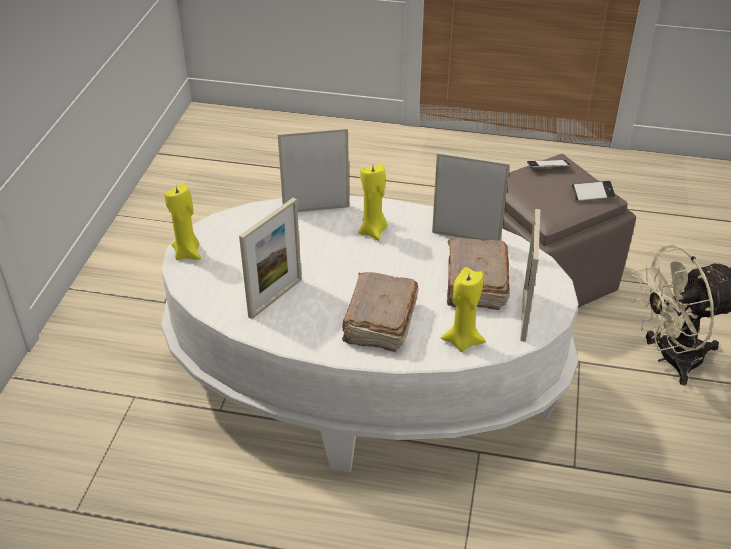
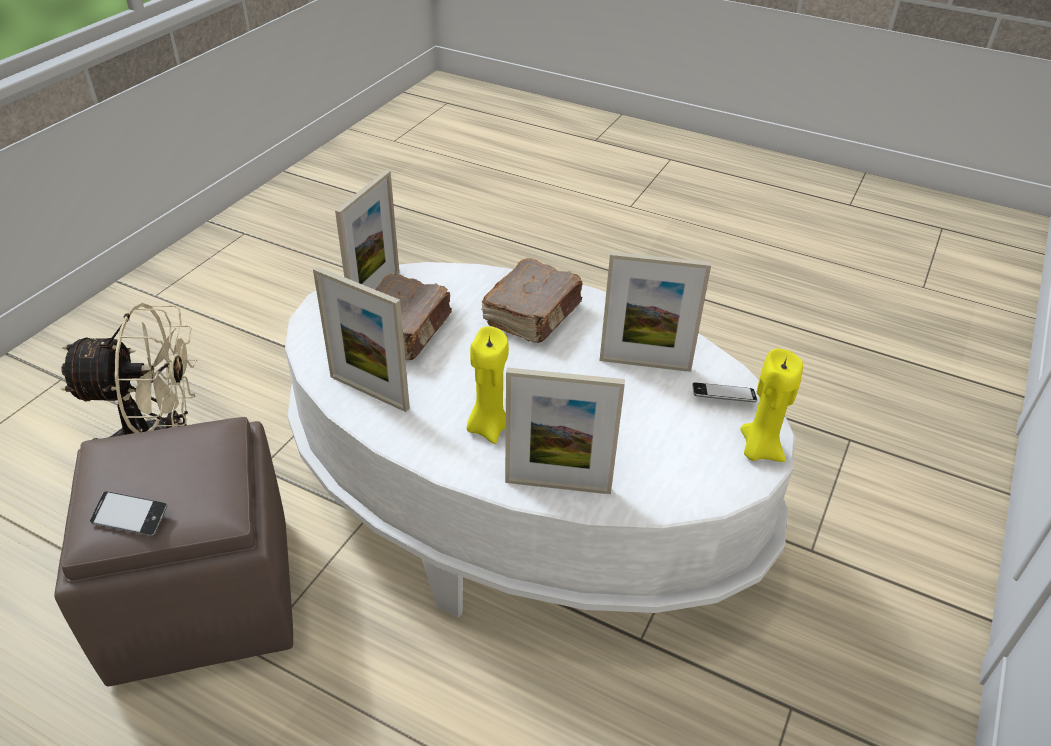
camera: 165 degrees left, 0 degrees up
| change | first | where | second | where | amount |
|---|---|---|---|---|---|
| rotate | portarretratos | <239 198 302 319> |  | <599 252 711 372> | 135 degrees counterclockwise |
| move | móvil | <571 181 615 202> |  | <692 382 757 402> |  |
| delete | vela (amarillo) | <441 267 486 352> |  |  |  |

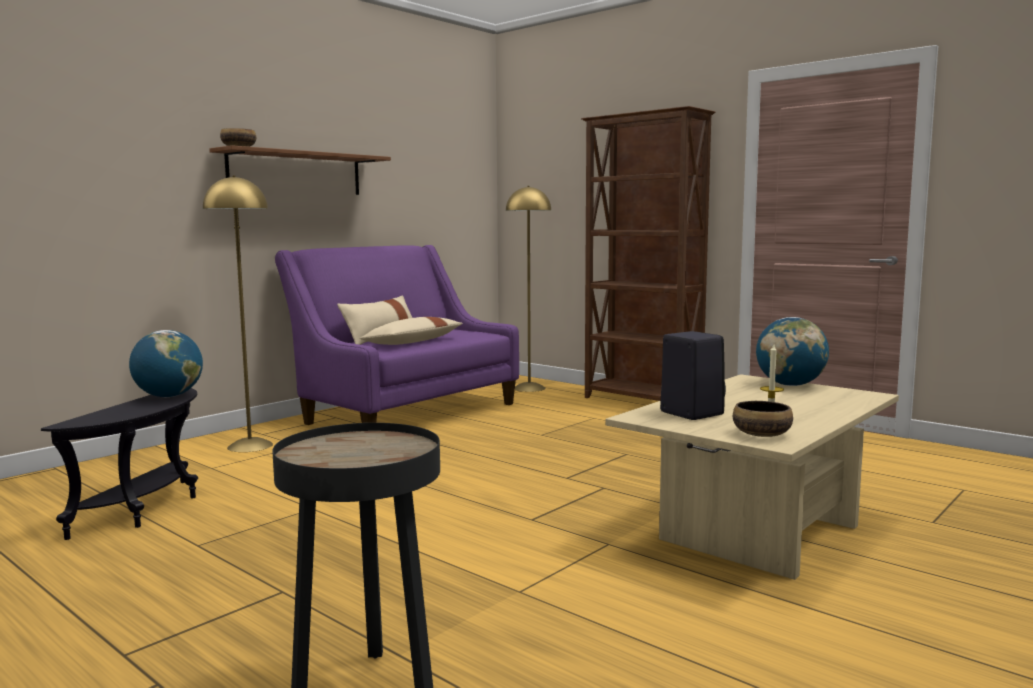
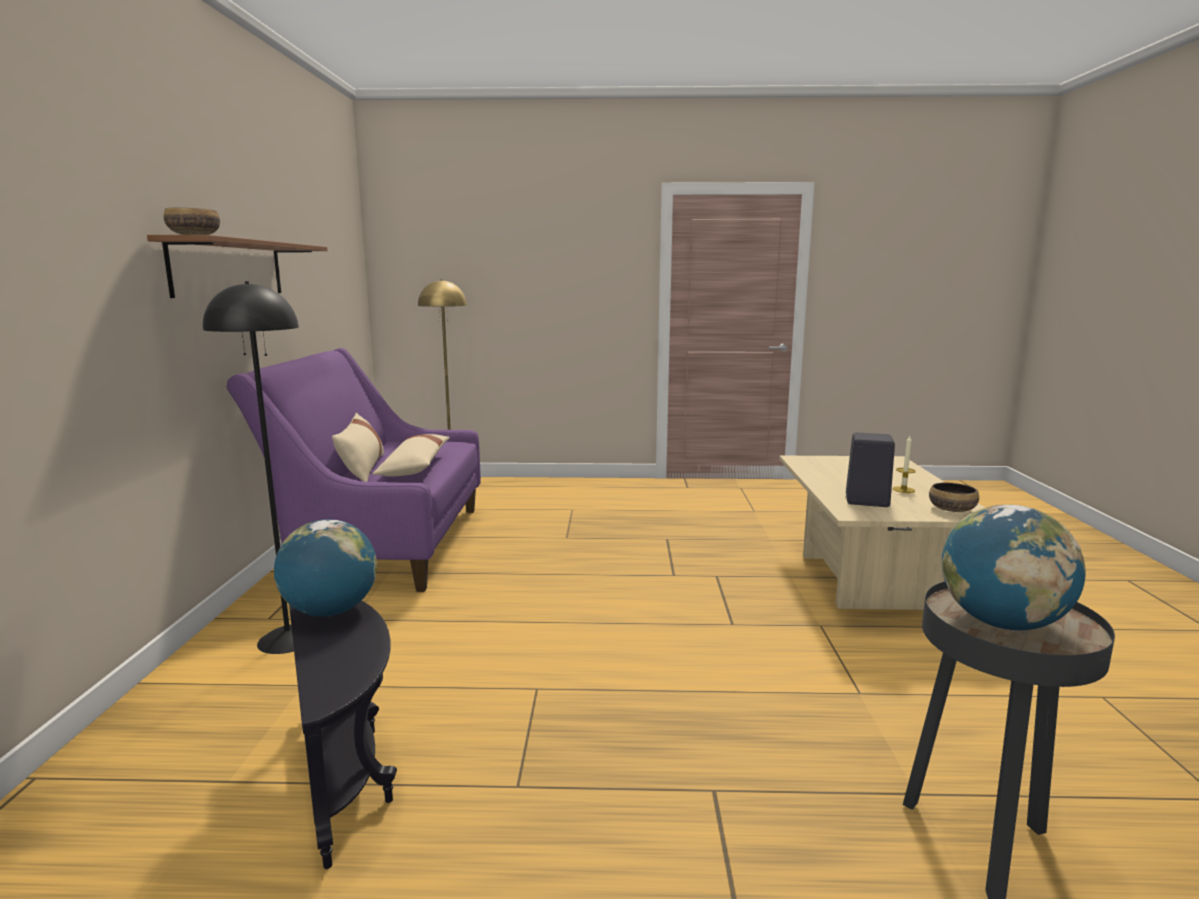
camera: 40 degrees left, 5 degrees up
| change | first | where | second | where | amount |
|---|---|---|---|---|---|
| recolor | lámpara de pie (amarillo) | <203 175 273 452> | lámpara de pie (negro) | <203 281 299 654> |  |
| move | globo terráqueo | <756 317 829 386> |  | <942 505 1086 630> |  |
| delete | estantería (marrón) | <581 106 715 401> |  |  |  |

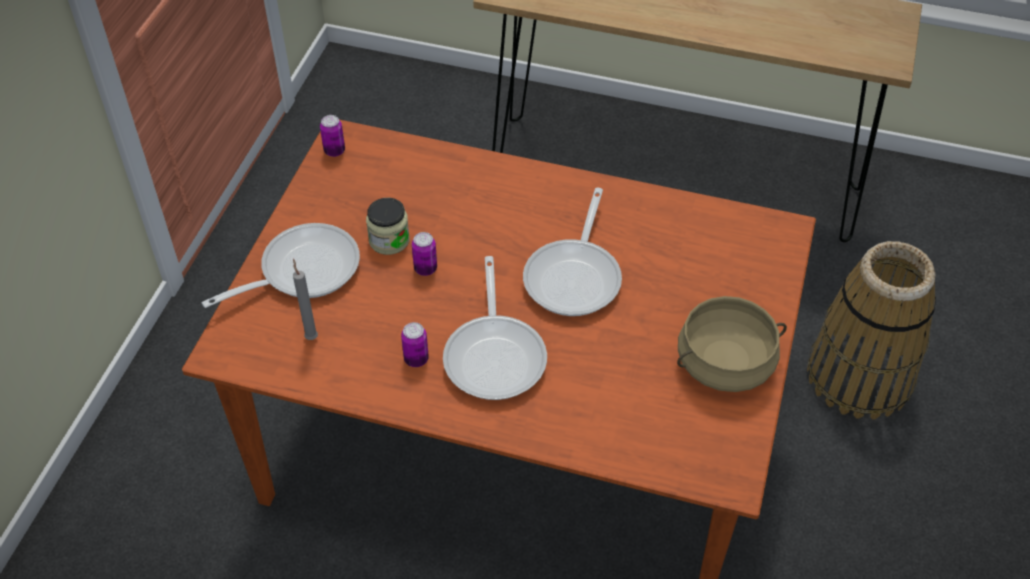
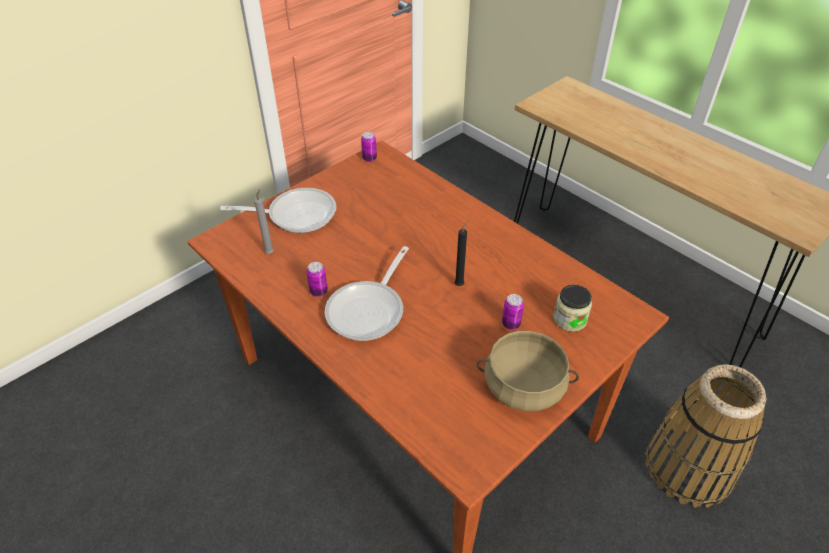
camera: 30 degrees right, 5 degrees down
| change | first | where | second | where | amount |
|---|---|---|---|---|---|
| replace | sartén | <523 188 622 316> | vela (negro) | <454 221 469 286> |  |
| move | lata | <412 232 437 276> |  | <502 294 524 330> |  |
| move | tarro | <366 198 410 255> |  | <553 285 592 332> |  |

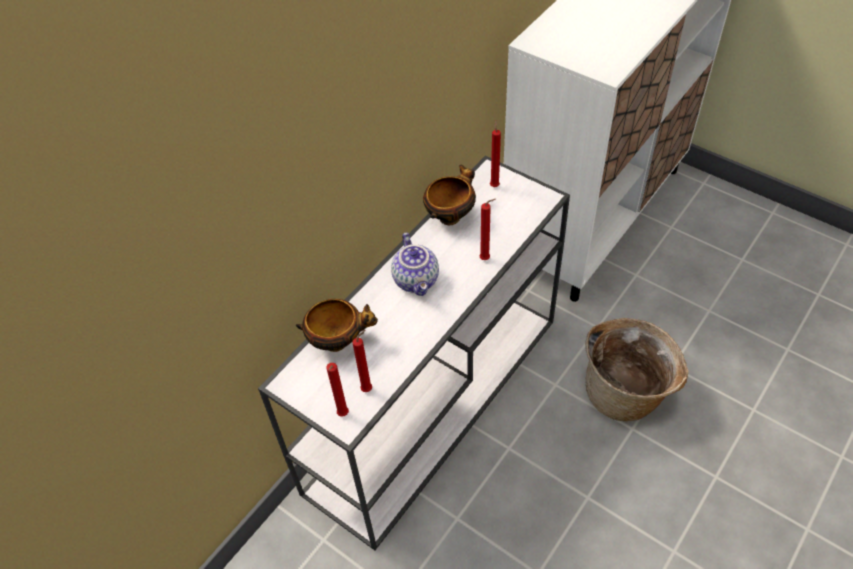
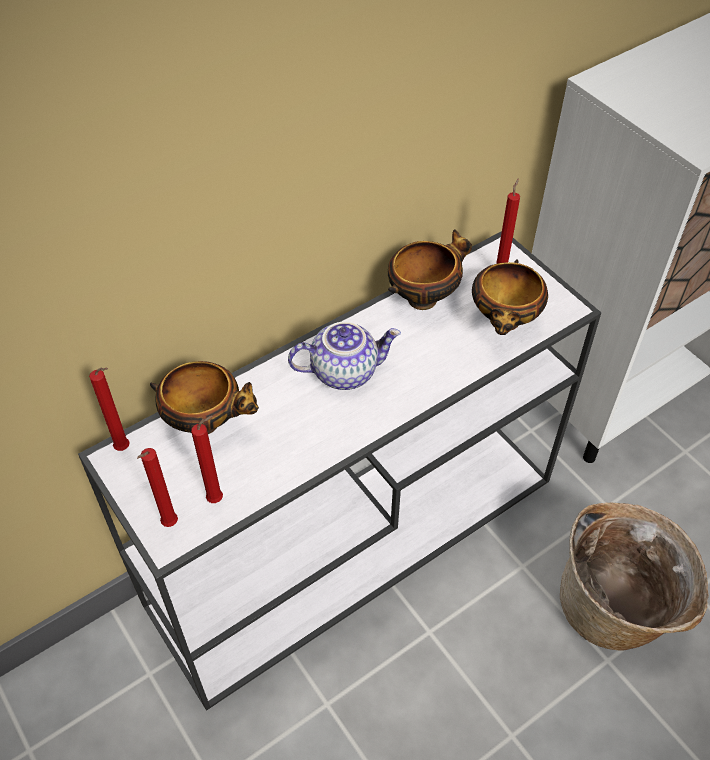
camera: 15 degrees right, 0 degrees up
| change | first | where | second | where | amount |
|---|---|---|---|---|---|
| move | vela (rojo) | <479 199 496 260> |  | <89 368 130 451> |  |
| rotate | tetera | <391 233 439 296> |  | <288 322 401 390> | 105 degrees counterclockwise |
| insert |  |  | cuenco | <472 259 548 335> |  |

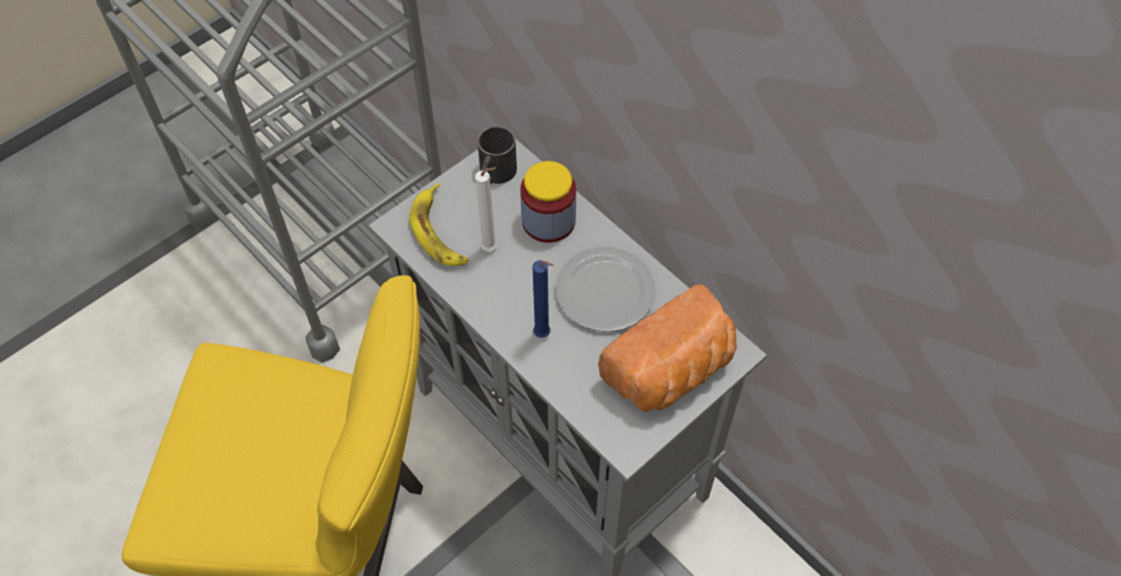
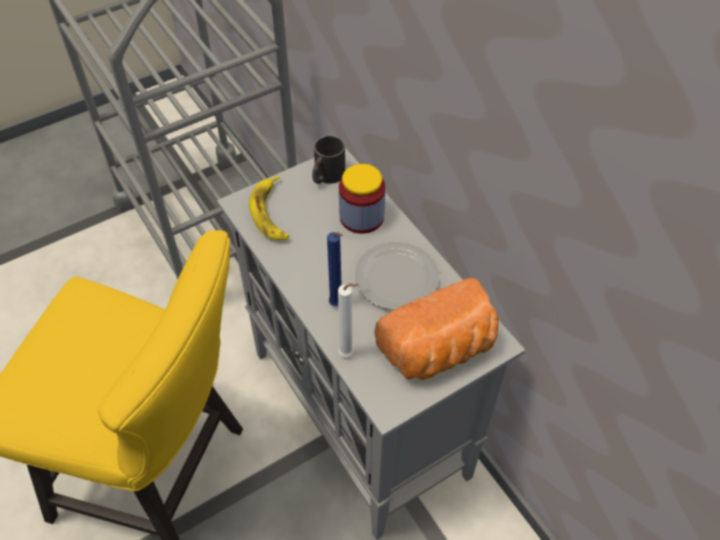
camera: 10 degrees right, 5 degrees down
| change | first | where | second | where | amount |
|---|---|---|---|---|---|
| move | vela (blanco) | <475 167 497 251> |  | <338 283 359 357> |  |

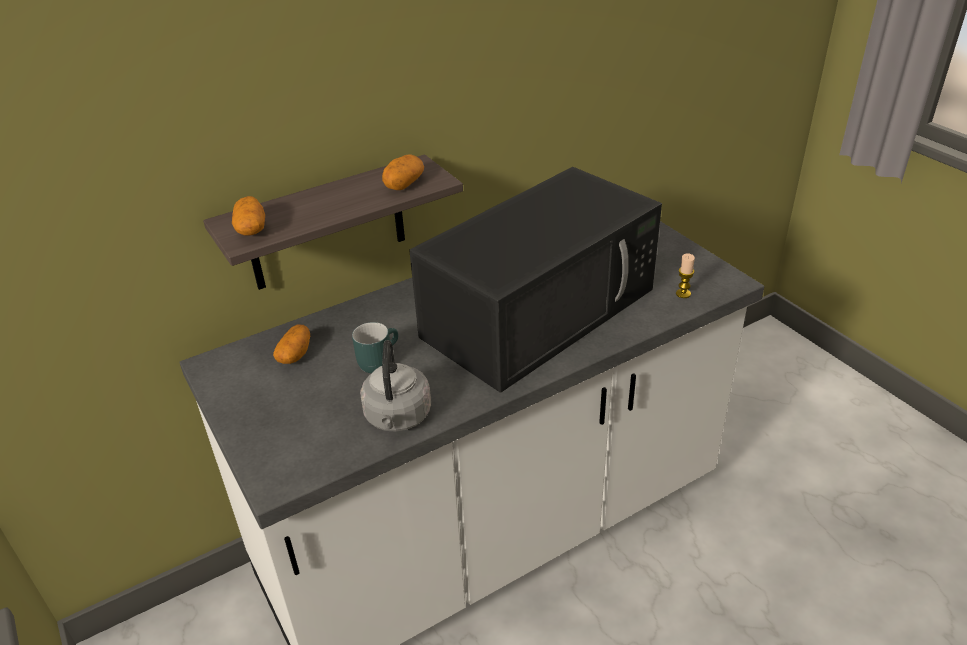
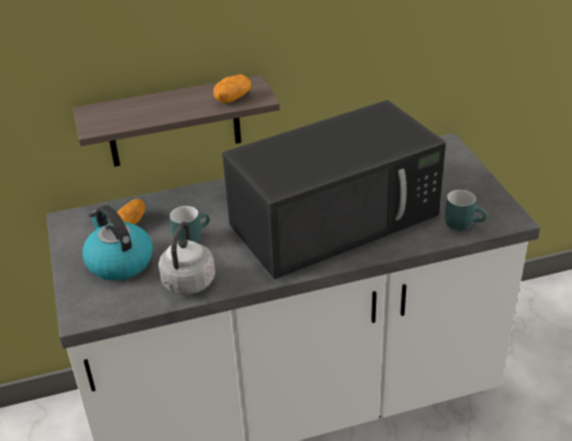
camera: 15 degrees right, 0 degrees up
| change | first | where | second | where | amount |
|---|---|---|---|---|---|
| insert |  |  | hervidor | <82 205 153 281> |  |
| replace | vela | <676 253 695 298> | taza grande (turquesa) | <445 190 487 230> |  |
| delete | patata | <232 196 265 236> |  |  |  |

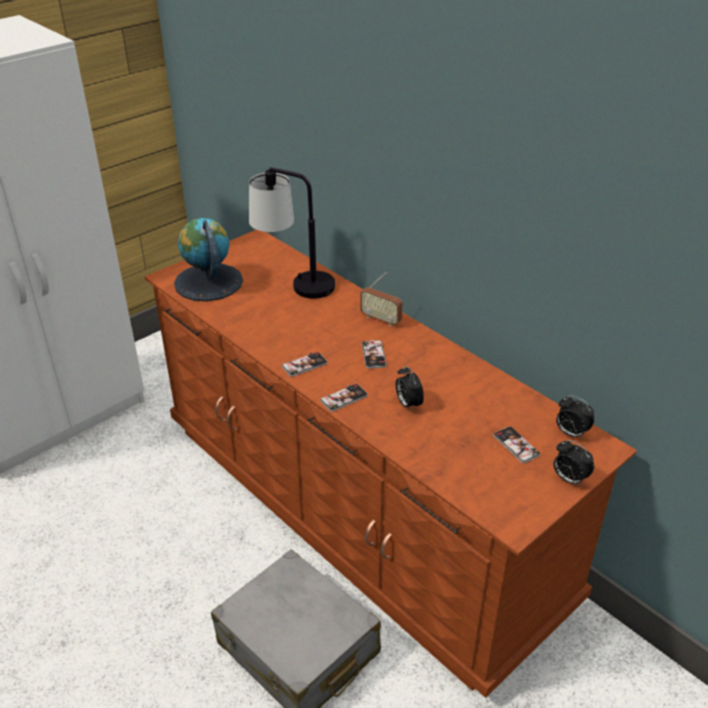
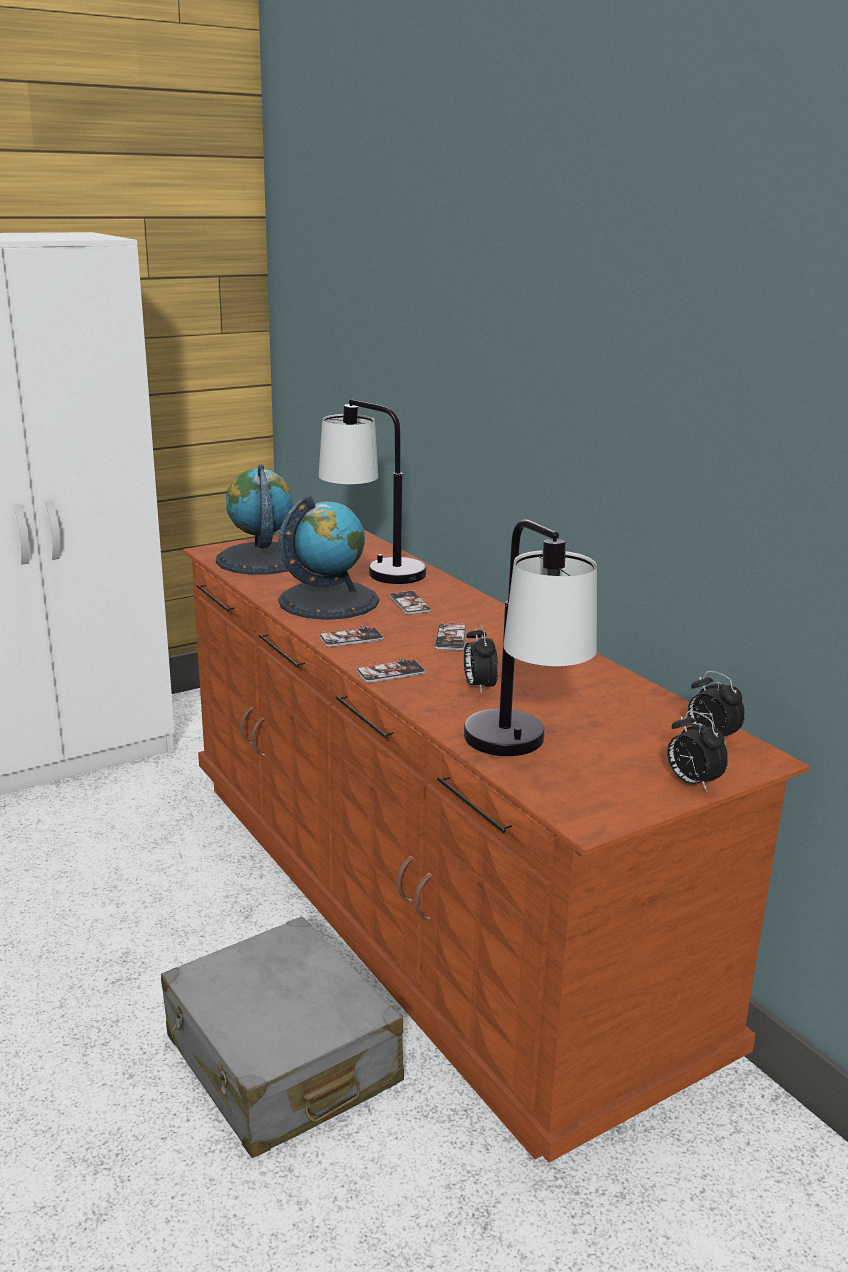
camera: 10 degrees right, 15 degrees down
| change | first | where | second | where | amount |
|---|---|---|---|---|---|
| insert |  |  | globo terráqueo | <278 495 379 620> |  |
| move | móvil | <493 427 540 463> |  | <389 590 431 615> |  |
| insert |  |  | lámpara de mesa | <464 520 597 756> |  |
| delete | radio | <360 272 403 327> |  |  |  |

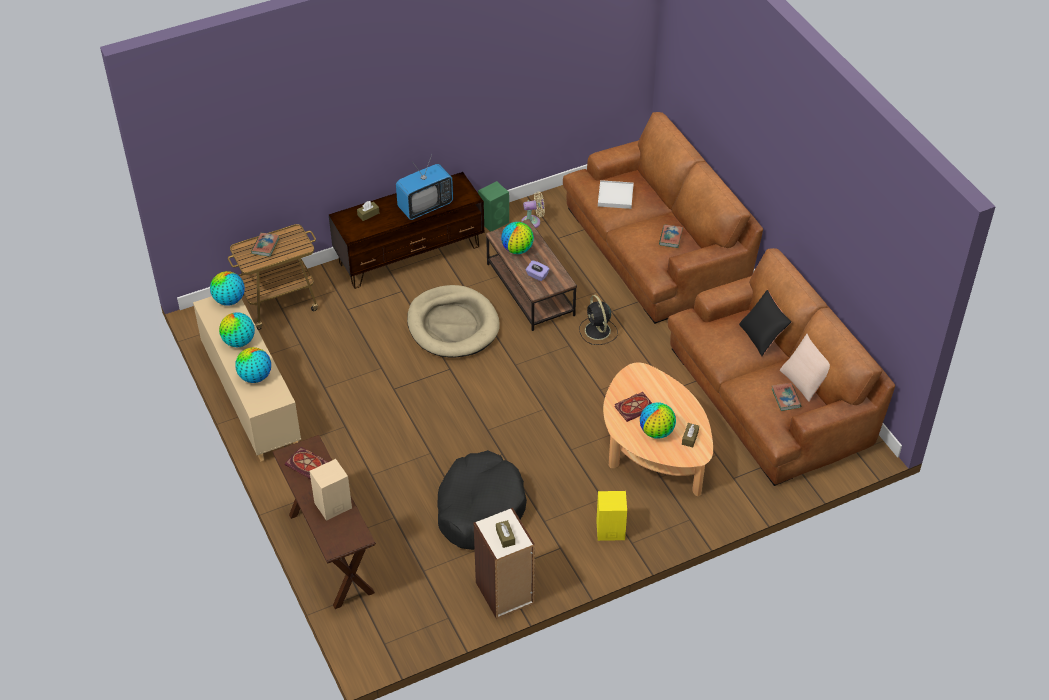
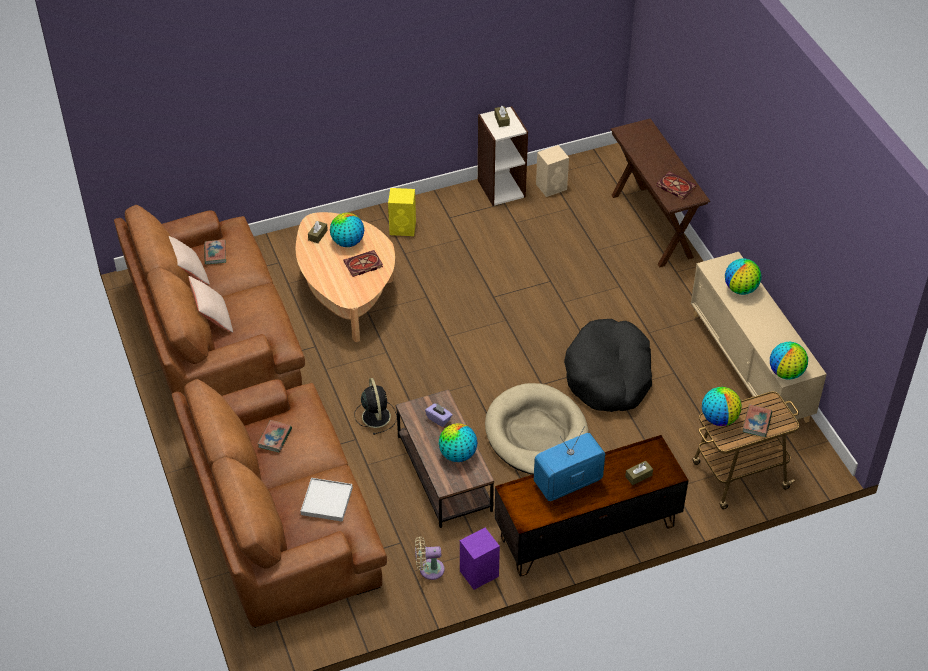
camera: 175 degrees left, 0 degrees up
| change | first | where | second | where | amount |
|---|---|---|---|---|---|
| recolor | cojín (negro) | <739 290 791 356> | cojín (beis) | <188 276 233 333> |  |
| recolor | altavoz (verde) | <478 181 509 232> | altavoz (morado) | <460 528 500 590> |  |
| move | altavoz (beis) | <309 459 352 521> |  | <536 145 569 197> |  |
| move | cama para perro (negro) | <437 450 527 550> |  | <564 319 652 412> |  |
| move | globo terráqueo | <219 312 255 347> |  | <702 387 741 426> |  |

